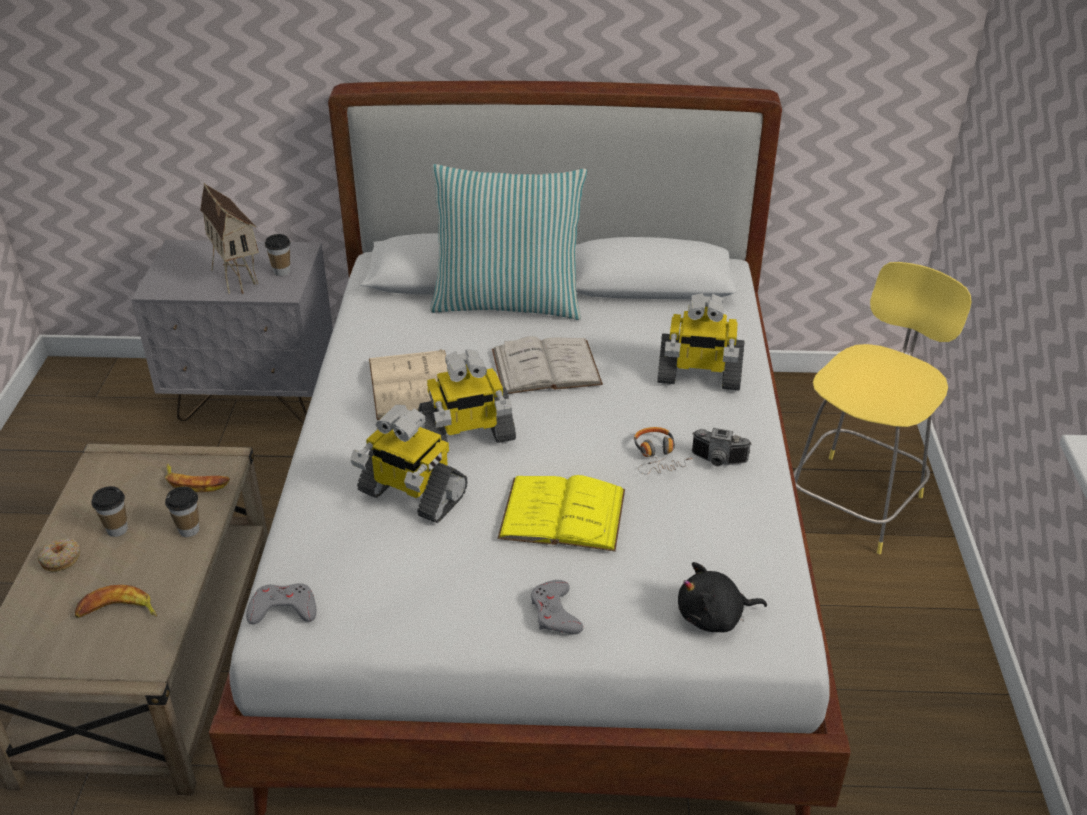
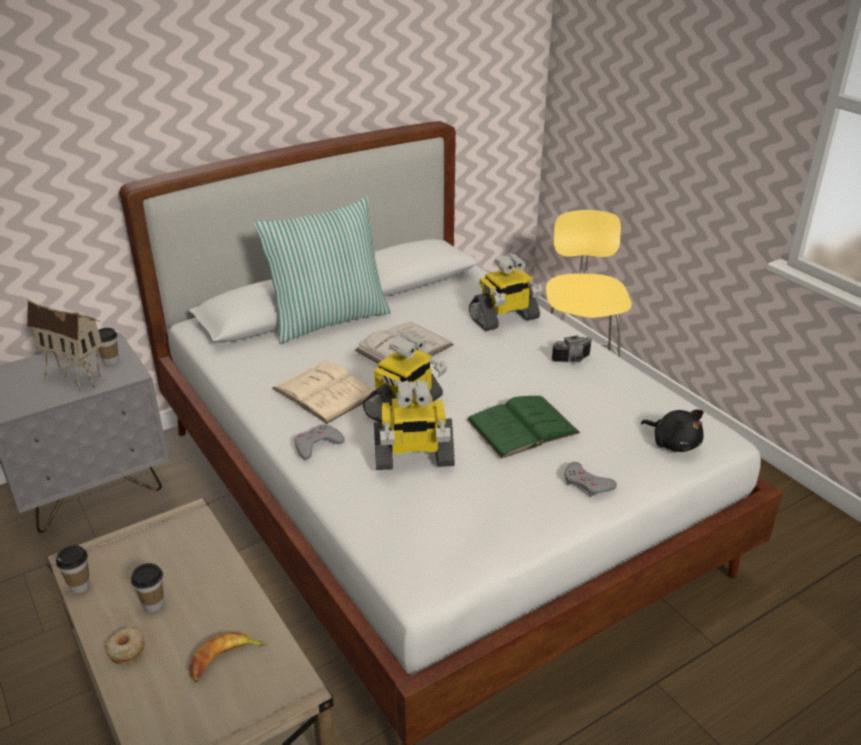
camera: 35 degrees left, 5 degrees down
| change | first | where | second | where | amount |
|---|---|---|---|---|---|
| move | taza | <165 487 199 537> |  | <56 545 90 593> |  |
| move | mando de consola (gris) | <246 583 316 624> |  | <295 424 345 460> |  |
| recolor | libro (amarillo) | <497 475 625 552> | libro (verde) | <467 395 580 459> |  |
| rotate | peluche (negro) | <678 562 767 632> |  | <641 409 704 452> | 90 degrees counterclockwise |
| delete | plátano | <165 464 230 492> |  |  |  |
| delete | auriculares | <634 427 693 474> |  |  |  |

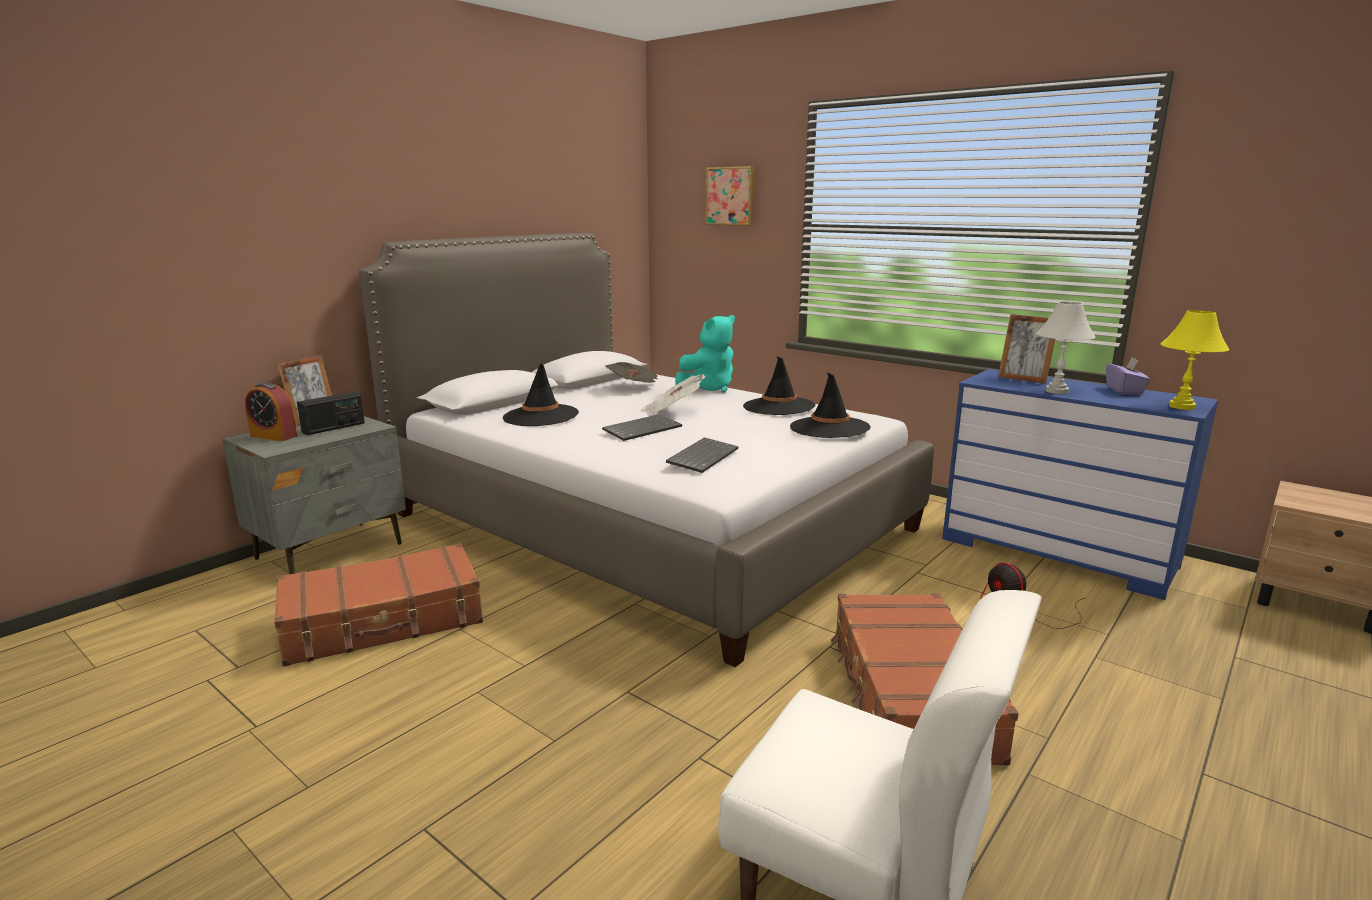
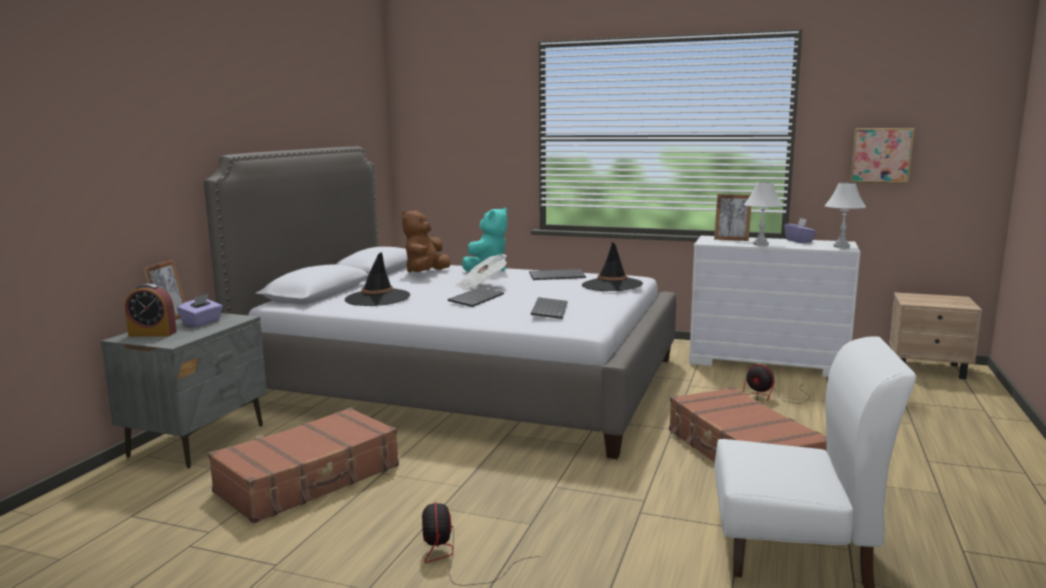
camera: 20 degrees left, 5 degrees down
| change | first | where | second | where | amount |
|---|---|---|---|---|---|
| replace | radio | <297 392 365 435> | caja de pañuelos (morado) | <177 294 223 327> |  |
| replace | periódico | <605 362 657 383> | peluche (marrón) | <402 210 450 273> |  |
| insert |  |  | ventilador | <422 502 540 586> |  |
| replace | sombrero (negro) | <743 356 816 415> | teclado | <529 269 586 280> |  |
| recolor | cómoda (azul) | <942 369 1218 600> | cómoda (blanco) | <689 236 860 377> |  |
| recolor | lámpara de mesa (amarillo) | <1161 310 1229 410> | lámpara de mesa (blanco) | <824 183 866 248> |  |
| move | cuadro | <706 166 755 226> |  | <850 128 915 183> |  |

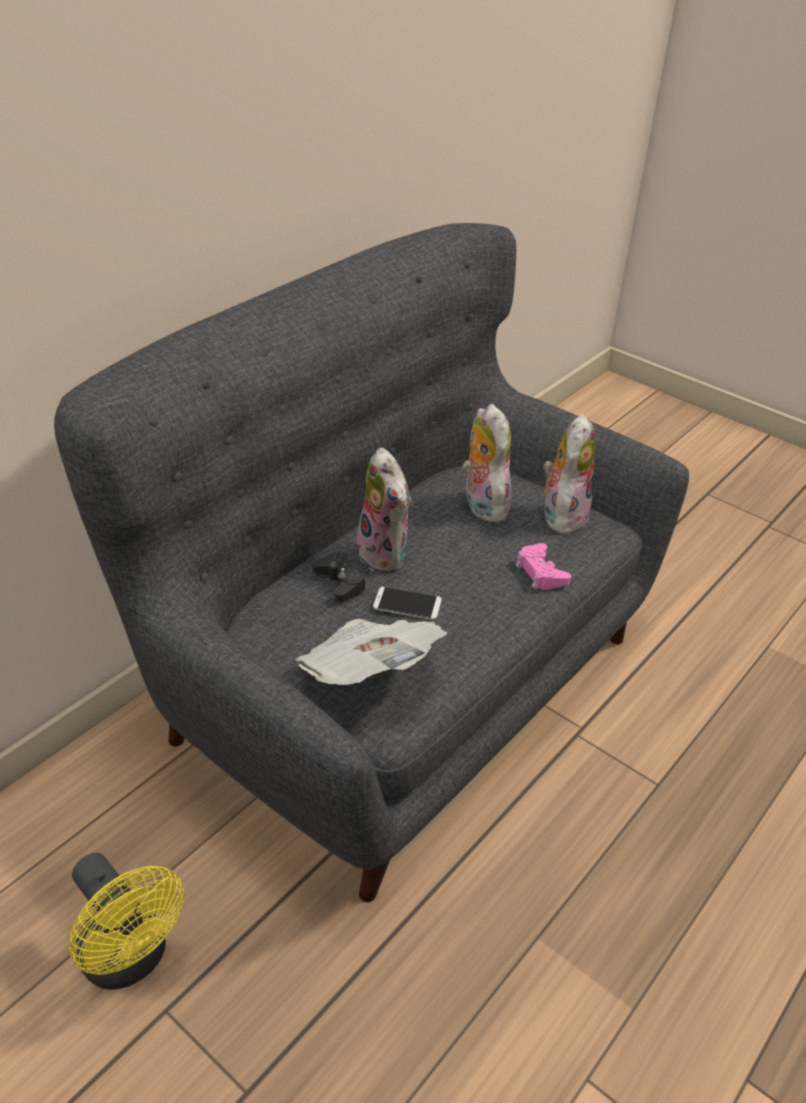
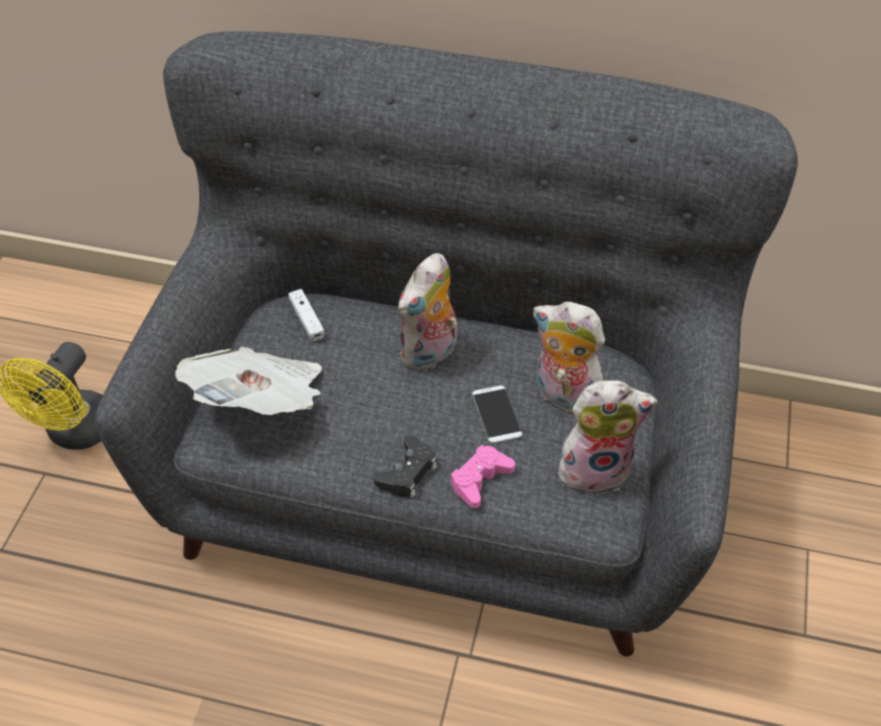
camera: 65 degrees right, 10 degrees up
| change | first | where | second | where | amount |
|---|---|---|---|---|---|
| insert |  |  | mando de consola (blanco) | <288 289 325 341> |  |
| move | mando de consola (negro) | <312 552 367 602> |  | <374 435 437 498> |  |
| move | móvil | <373 587 442 620> |  | <472 385 522 443> |  |
| rotate | peluche | <463 404 512 522> |  | <533 302 605 416> | 105 degrees counterclockwise |

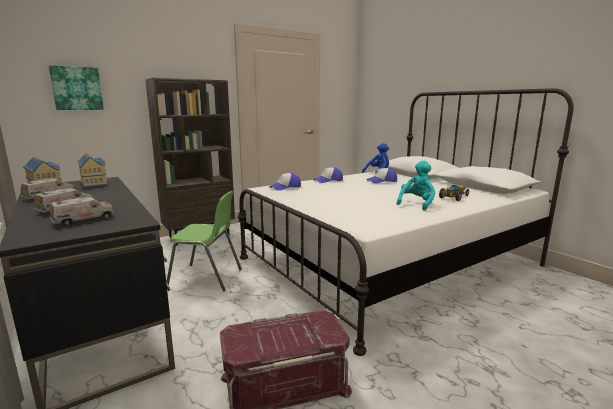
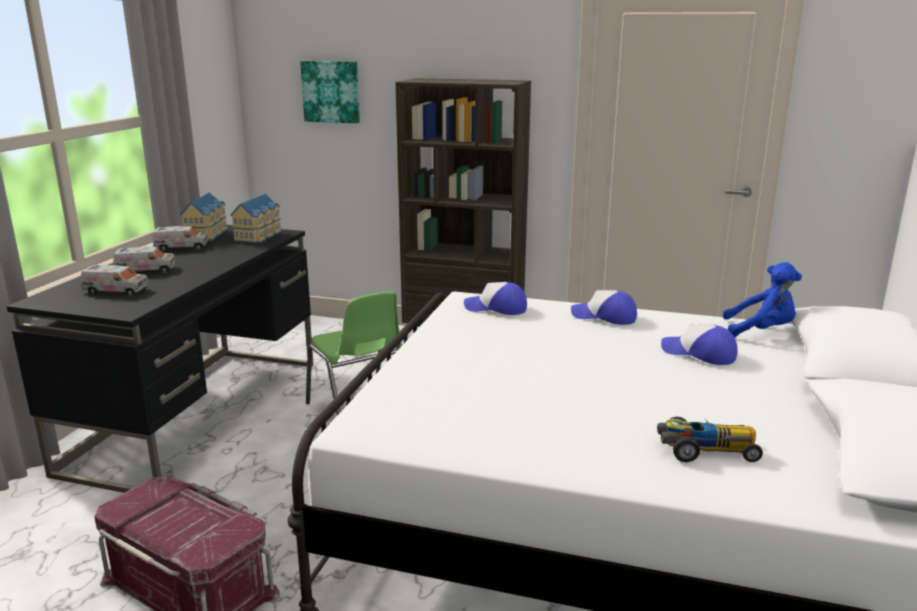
camera: 50 degrees right, 5 degrees up
| change | first | where | second | where | amount |
|---|---|---|---|---|---|
| delete | peluche (turquesa) | <396 160 435 211> |  |  |  |

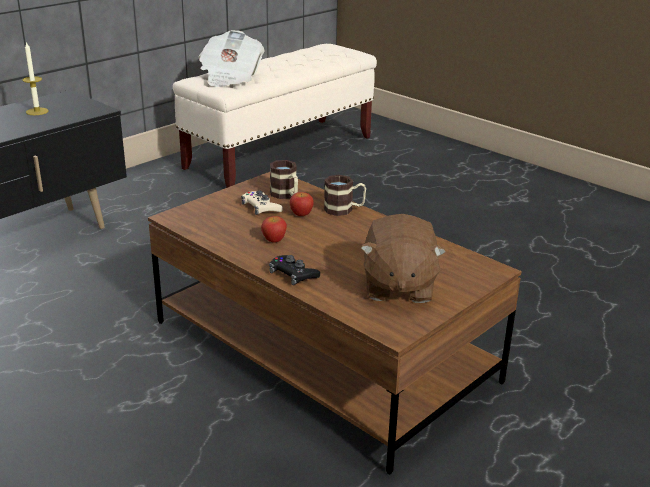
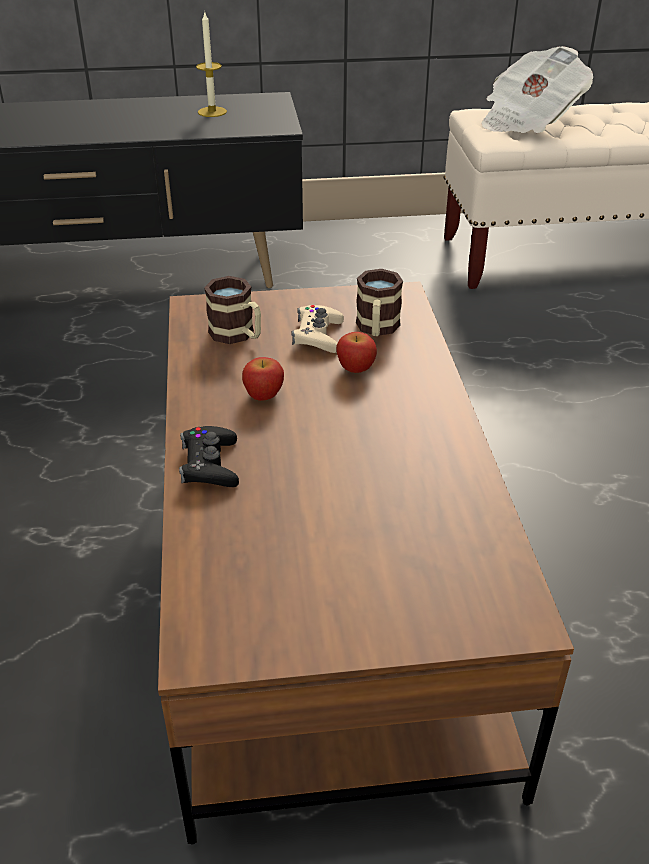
camera: 40 degrees right, 10 degrees up
| change | first | where | second | where | amount |
|---|---|---|---|---|---|
| move | taza grande | <324 175 366 216> |  | <204 276 261 344> |  |
| delete | peluche (marrón) | <360 214 446 303> |  |  |  |

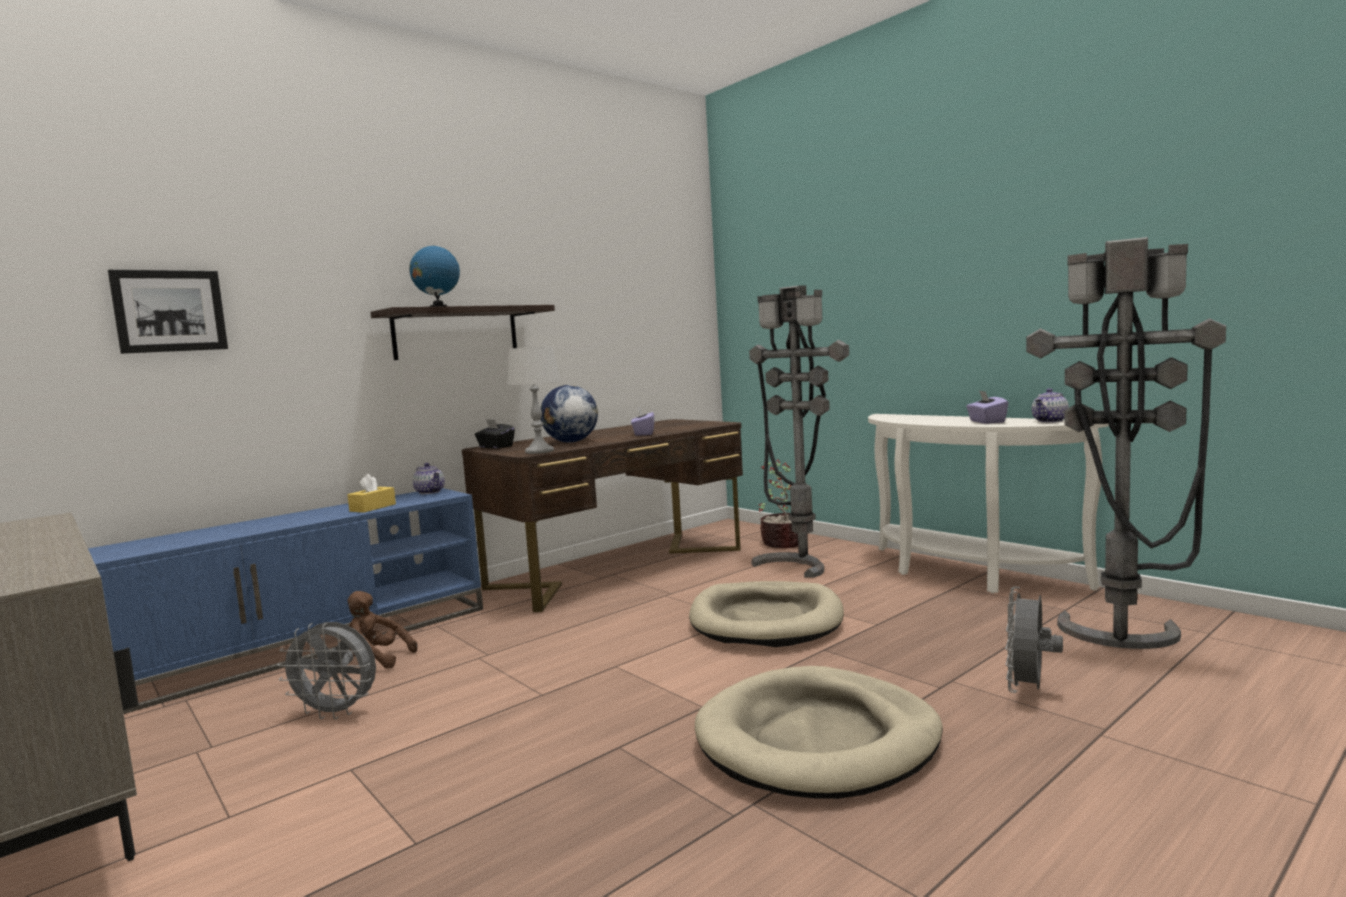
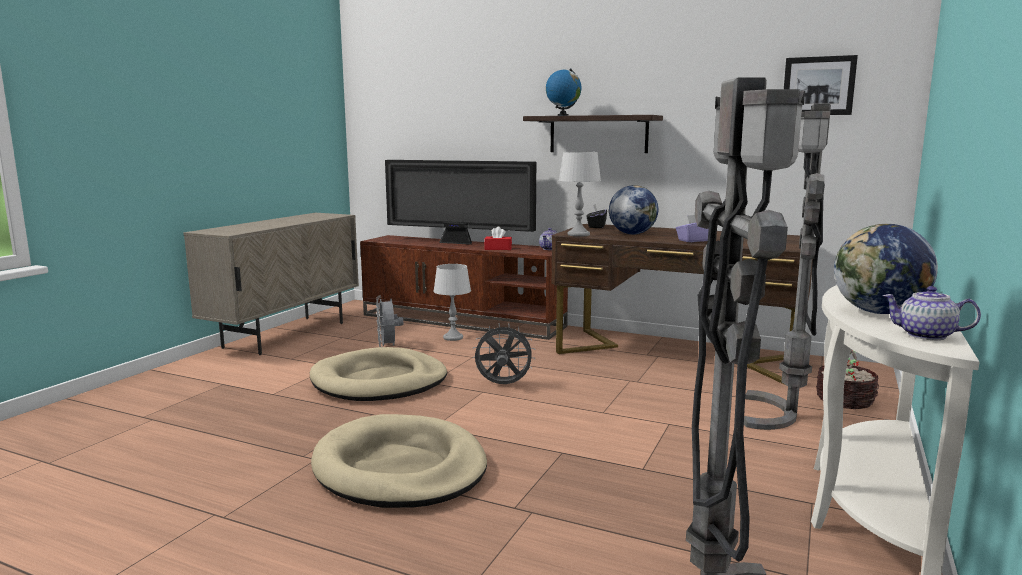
camera: 65 degrees right, 5 degrees up
| change | first | where | second | where | amount |
|---|---|---|---|---|---|
| move | cama para perro (beis) | <689 581 844 647> |  | <310 347 447 401> |  |
| recolor | mueble de televisión (azul) | <88 488 483 714> | mueble de televisión (marrón) | <360 235 568 340> |  |
| insert |  |  | televisor | <385 160 536 245> |  |
| replace | peluche (marrón) | <347 591 417 669> | lámpara de mesa (gris) | <433 264 471 341> |  |
| move | ventilador (gris) | <1005 587 1063 693> |  | <473 323 535 384> |  |
| recolor | caja de pañuelos (amarillo) | <347 474 396 513> | caja de pañuelos (rojo) | <484 226 512 250> |  |
| move | cuadro | <108 270 228 354> |  | <784 55 858 115> |  |
| replace | caja de pañuelos (morado) | <966 390 1008 424> | globo terráqueo | <834 224 938 314> |  |

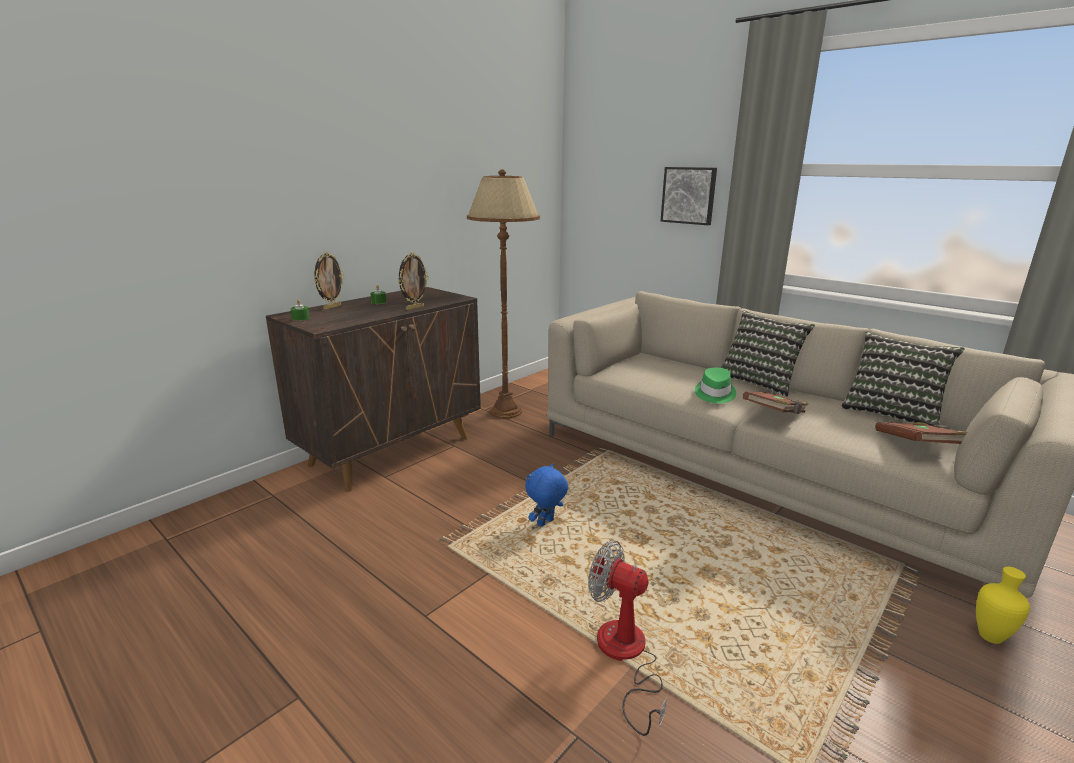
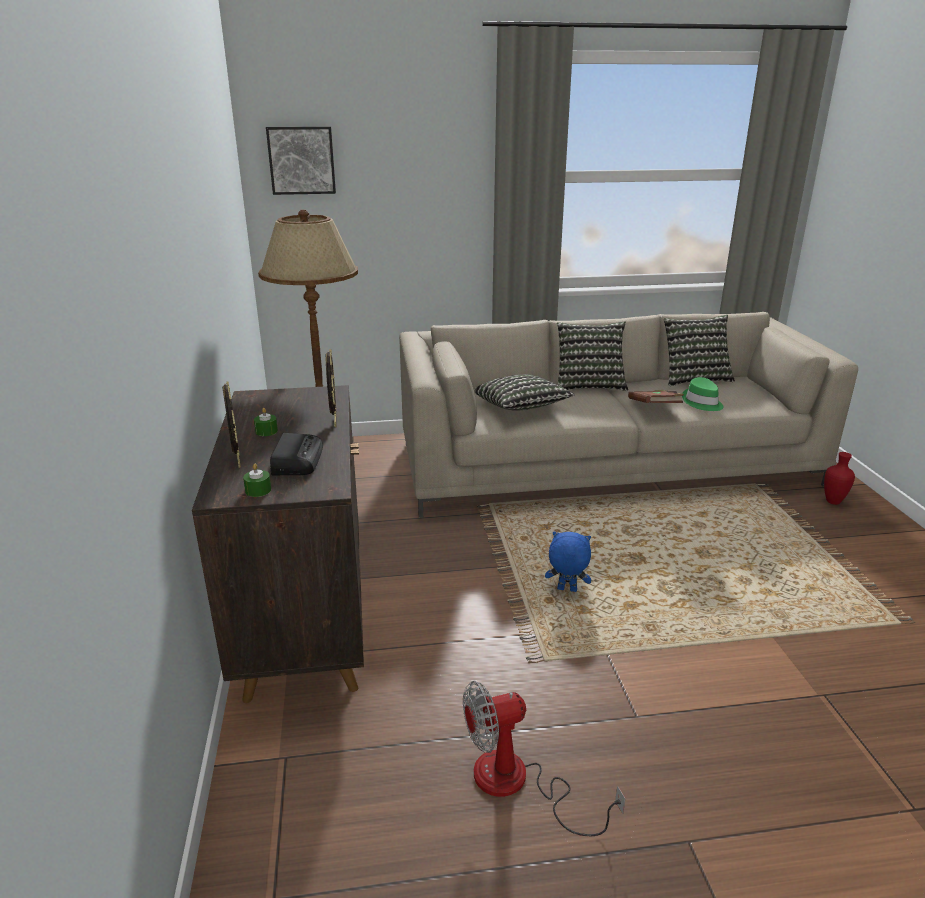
camera: 50 degrees left, 5 degrees up
| change | first | where | second | where | amount |
|---|---|---|---|---|---|
| move | cuadro | <661 167 717 225> |  | <266 126 336 195> |  |
| insert |  |  | radio | <270 433 323 475> |  |
| move | ventilador | <588 540 667 736> |  | <463 681 626 836> |  |
| insert |  |  | cojín | <474 374 575 410> |  |
| rotate | peluche (azul) | <525 464 568 526> |  | <545 531 591 592> | 105 degrees clockwise |
| move | sombrero (verde) | <695 368 736 403> |  | <682 377 724 411> |  |
| recolor | florero (amarillo) | <976 567 1030 644> | florero (rojo) | <824 452 855 505> |  |
| delete | libro (marrón) | <875 422 967 444> |  |  |  |

